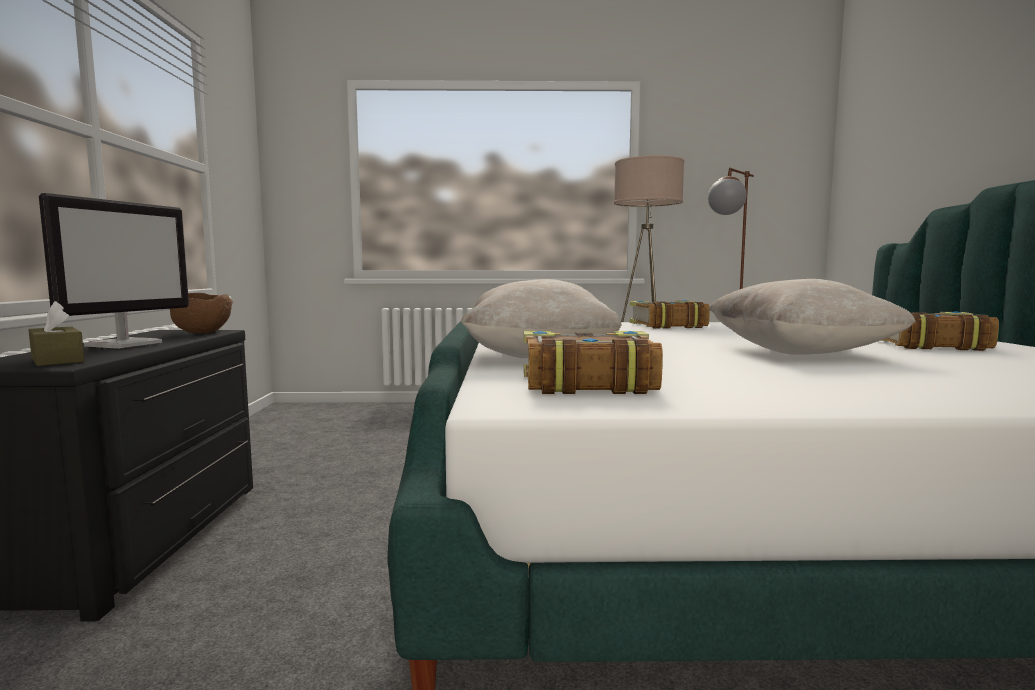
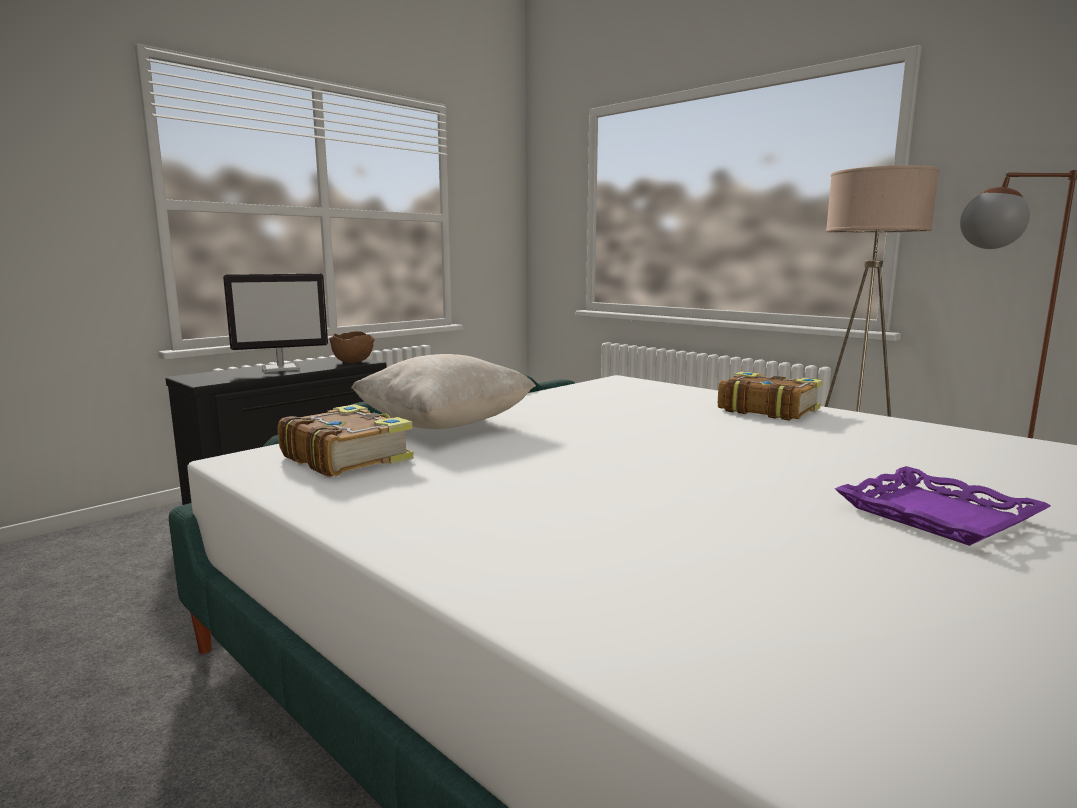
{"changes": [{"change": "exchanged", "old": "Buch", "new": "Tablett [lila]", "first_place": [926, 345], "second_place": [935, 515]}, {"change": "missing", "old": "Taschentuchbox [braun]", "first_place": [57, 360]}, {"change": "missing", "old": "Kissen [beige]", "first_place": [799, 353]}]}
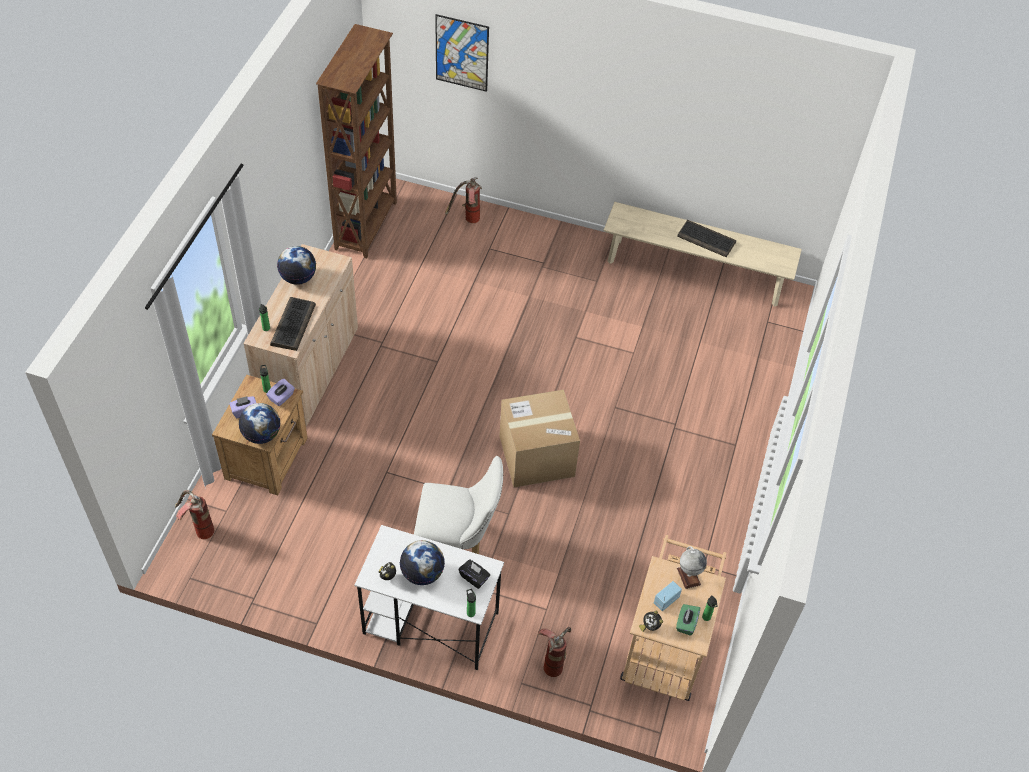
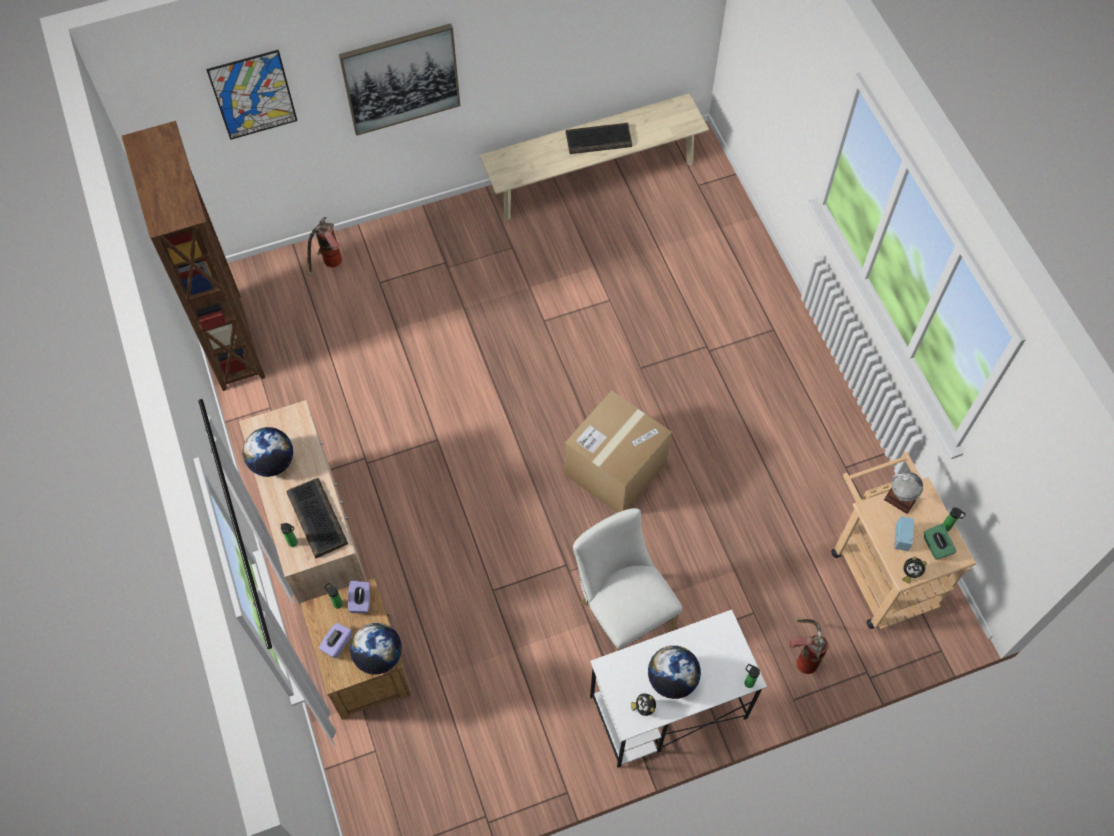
{"changes": [{"change": "appeared", "new": "Bild", "second_place": [401, 79]}, {"change": "spun", "old": "Stuhl [weiß]", "first_place": [458, 543], "second_place": [622, 610], "degrees": -90}, {"change": "missing", "old": "Feuerlöscher", "first_place": [198, 529]}, {"change": "missing", "old": "Taschentuchbox [schwarz]", "first_place": [474, 578]}]}
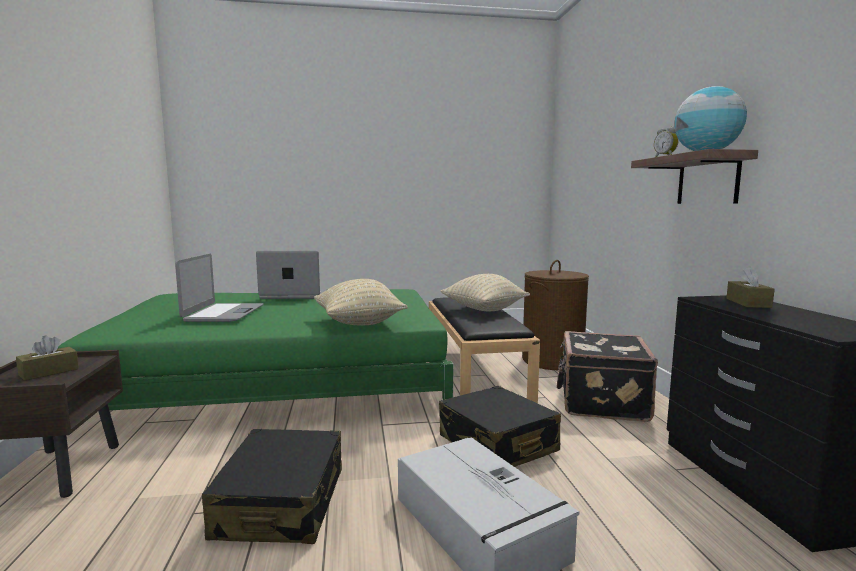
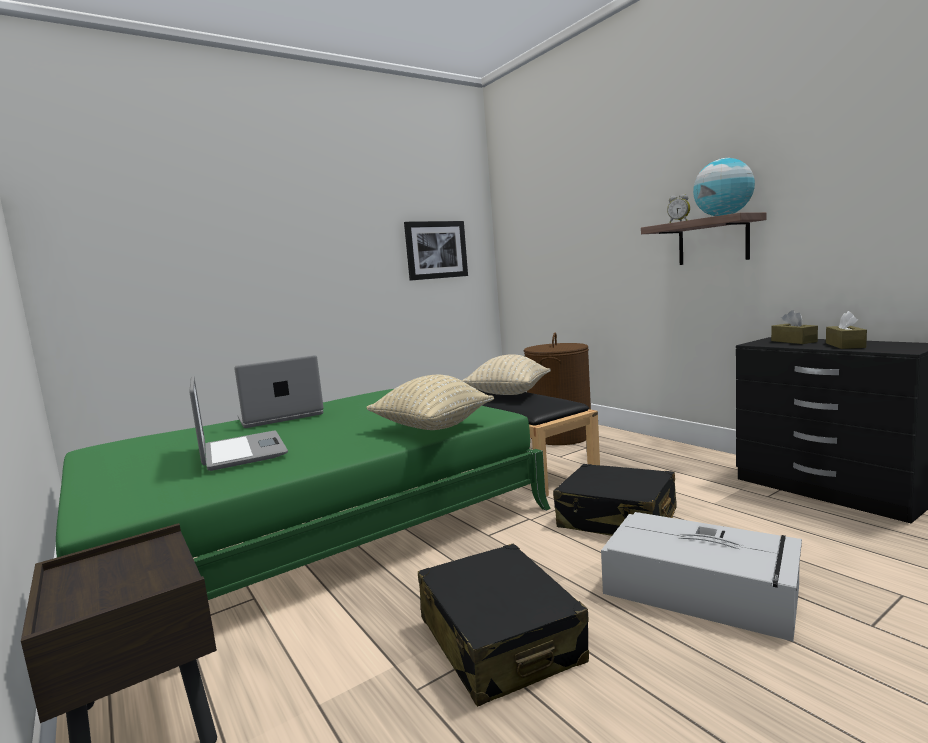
{"changes": [{"change": "appeared", "new": "Bild", "second_place": [436, 250]}, {"change": "relocated", "old": "Taschentuchbox [braun]", "first_place": [49, 372], "second_place": [845, 345]}, {"change": "missing", "old": "Koffer [schwarz]", "first_place": [600, 402]}]}
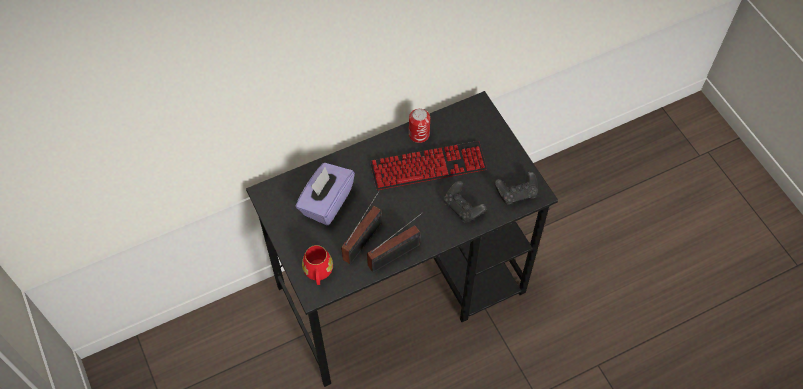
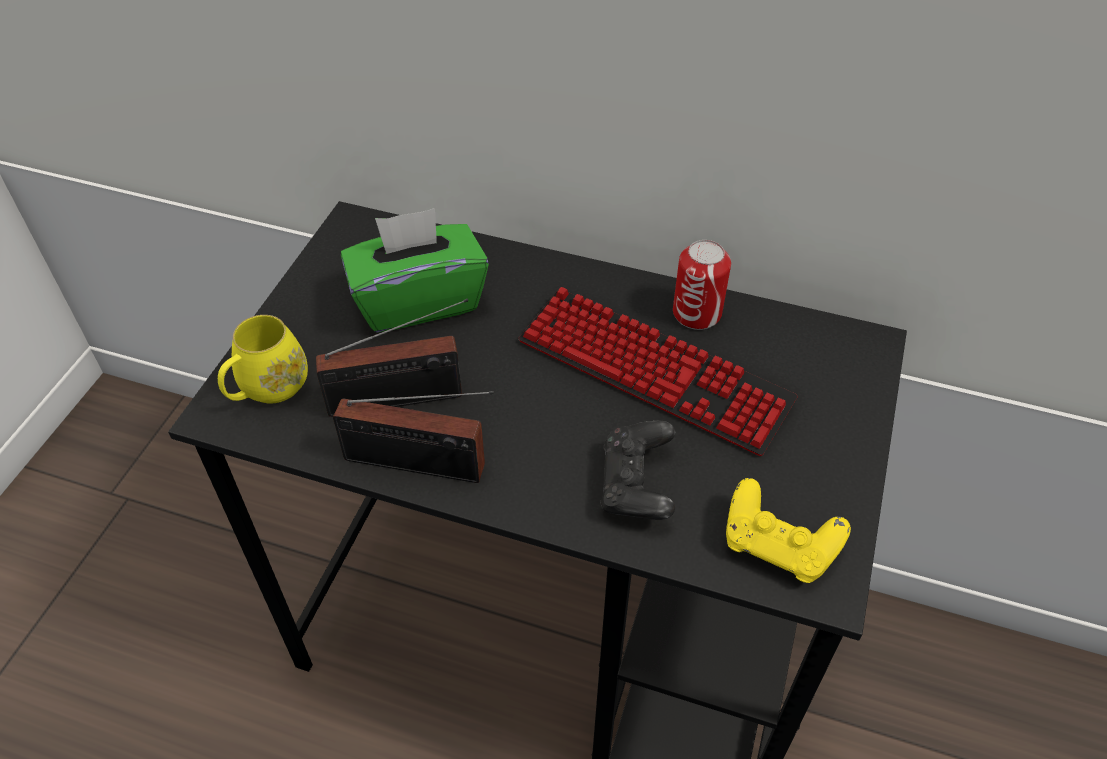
{"changes": [{"change": "colour", "old": "Henkelbecher [rot]", "new": "Henkelbecher [gelb]", "first_place": [318, 273], "second_place": [267, 389]}, {"change": "colour", "old": "Taschentuchbox [lila]", "new": "Taschentuchbox [grün]", "first_place": [326, 202], "second_place": [418, 300]}, {"change": "colour", "old": "Gamepad [schwarz]", "new": "Gamepad [gelb]", "first_place": [516, 193], "second_place": [778, 546]}]}
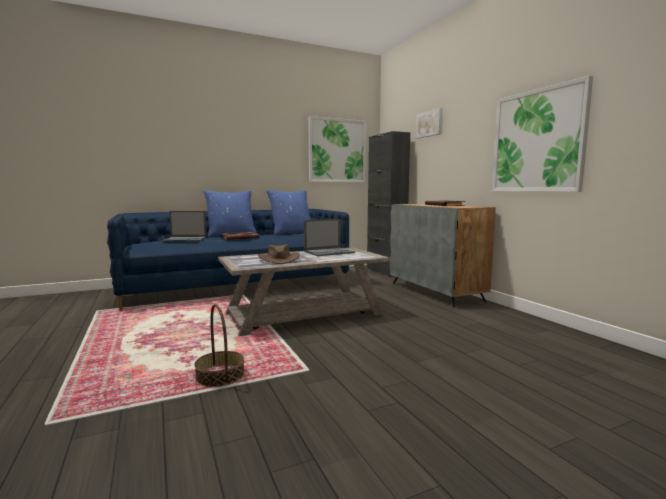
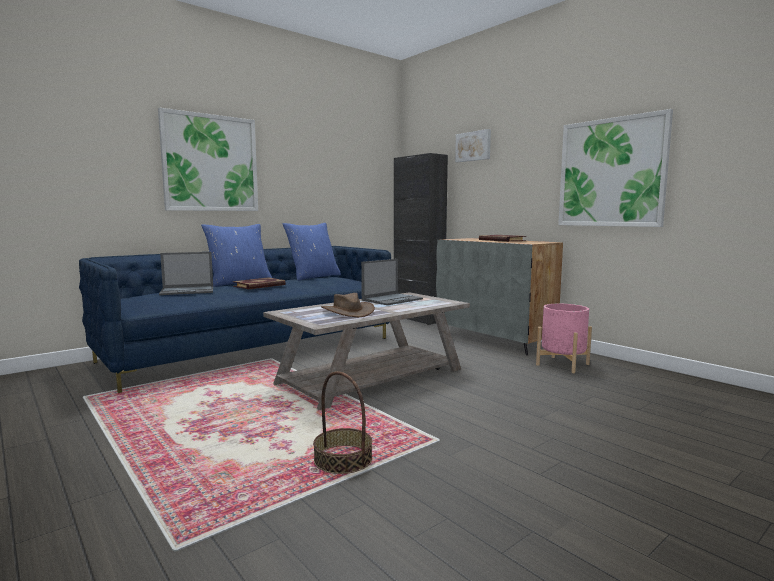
{"changes": [{"change": "relocated", "old": "Bild", "first_place": [337, 151], "second_place": [210, 163]}, {"change": "appeared", "new": "Pflanzkübel [rosa]", "second_place": [562, 364]}]}
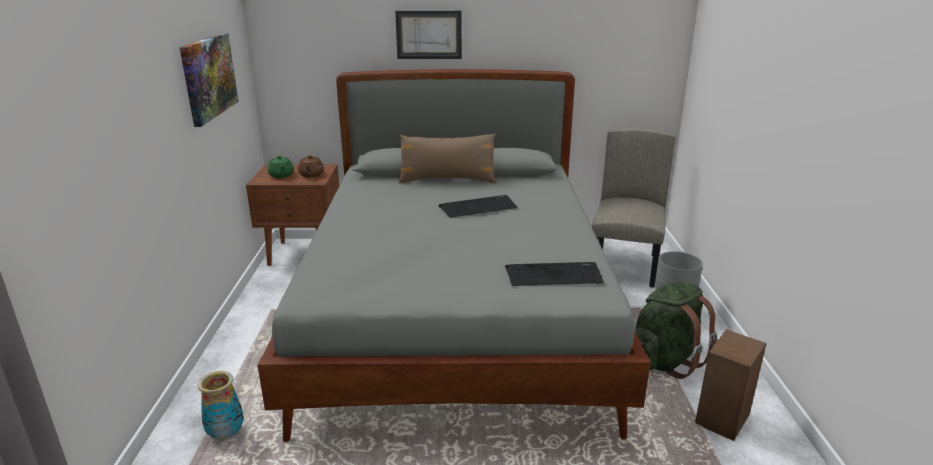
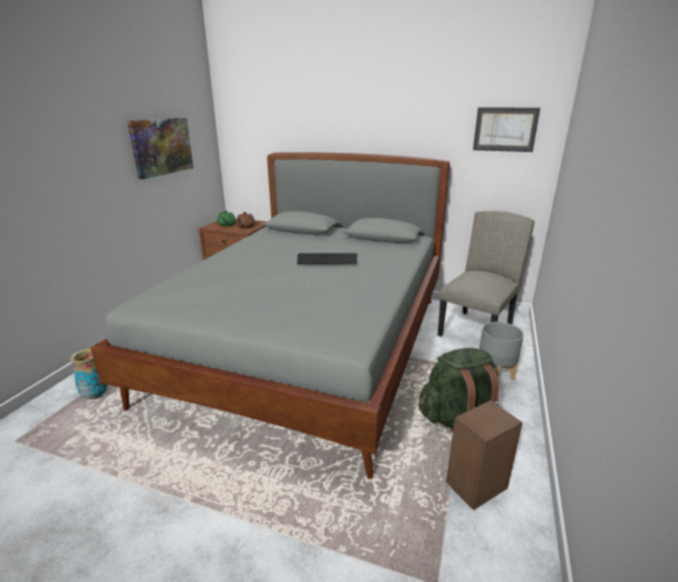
{"changes": [{"change": "relocated", "old": "Bild", "first_place": [429, 34], "second_place": [505, 129]}, {"change": "missing", "old": "Kissen [braun]", "first_place": [447, 180]}, {"change": "missing", "old": "Tastatur", "first_place": [554, 275]}]}
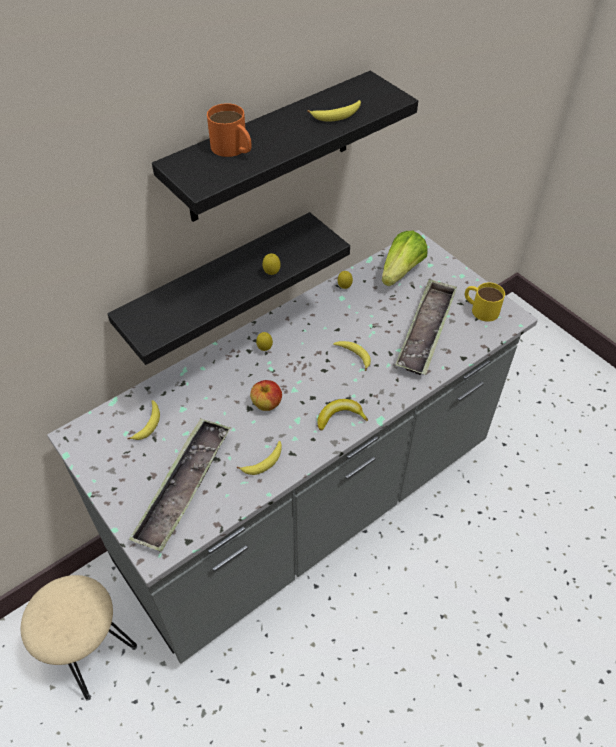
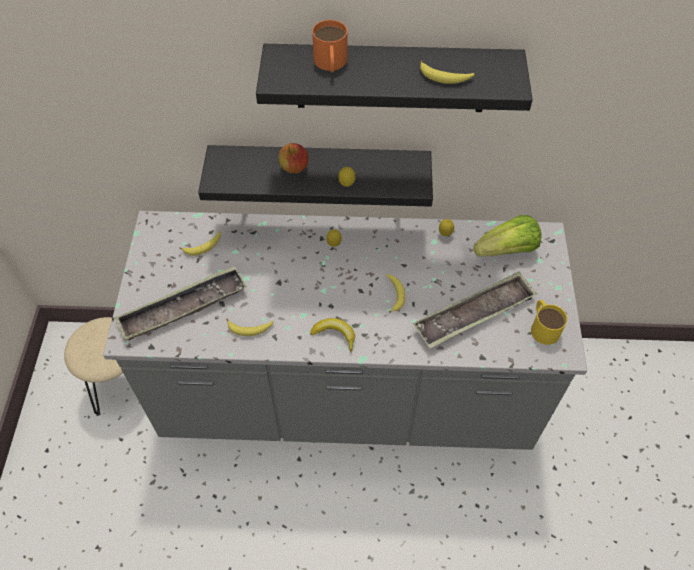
{"changes": [{"change": "relocated", "old": "Apfel", "first_place": [267, 404], "second_place": [294, 168]}]}
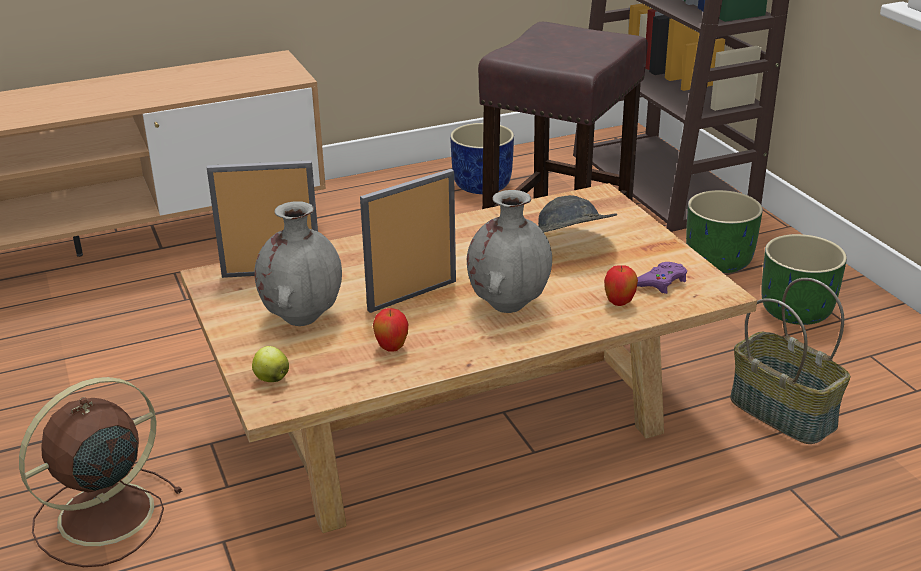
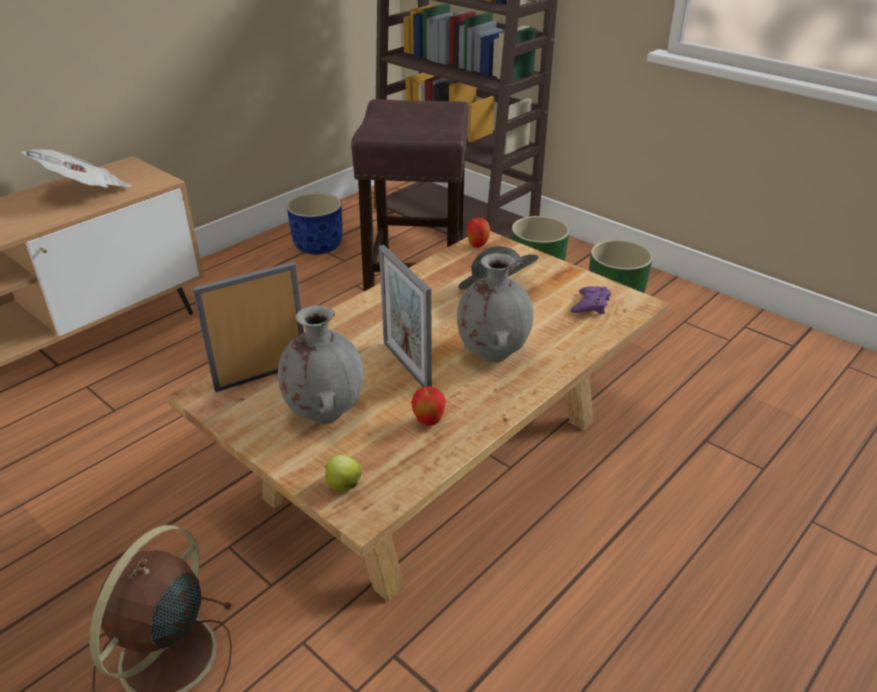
{"changes": [{"change": "appeared", "new": "Zeitung", "second_place": [86, 191]}, {"change": "spun", "old": "Bilderrahmen", "first_place": [412, 295], "second_place": [406, 366], "degrees": -60}, {"change": "relocated", "old": "Apfel", "first_place": [619, 303], "second_place": [477, 245]}, {"change": "missing", "old": "Korb", "first_place": [784, 412]}]}
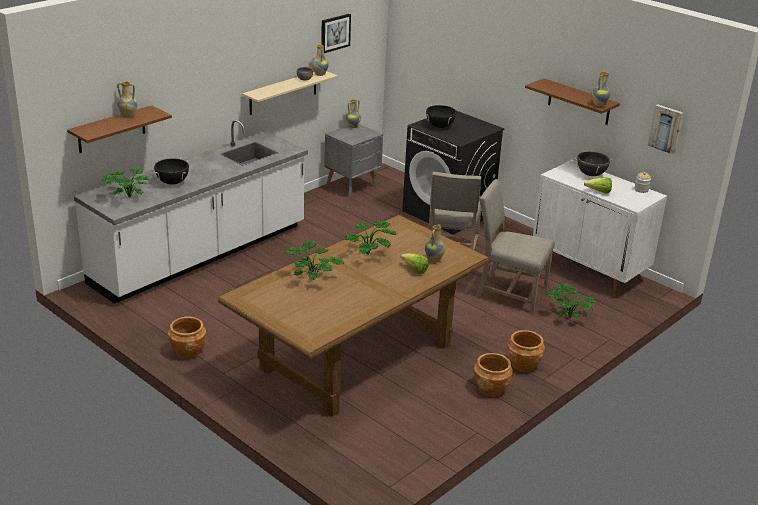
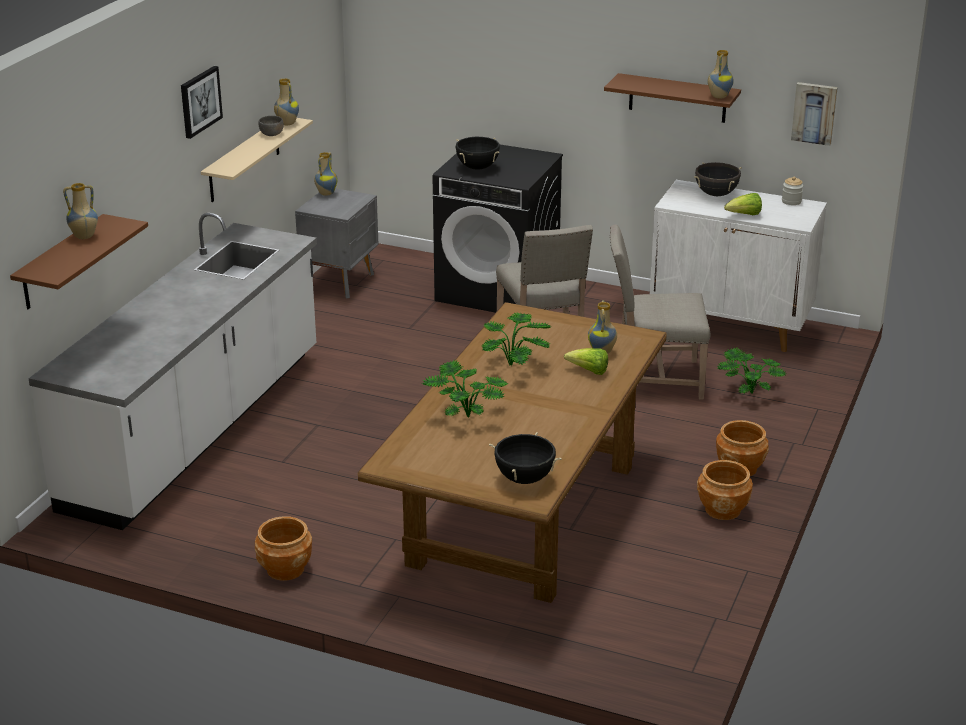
{"changes": [{"change": "relocated", "old": "Bild", "first_place": [335, 33], "second_place": [200, 101]}, {"change": "relocated", "old": "Kochtopf [schwarz]", "first_place": [172, 183], "second_place": [524, 479]}, {"change": "missing", "old": "Topfpflanze", "first_place": [126, 197]}]}
